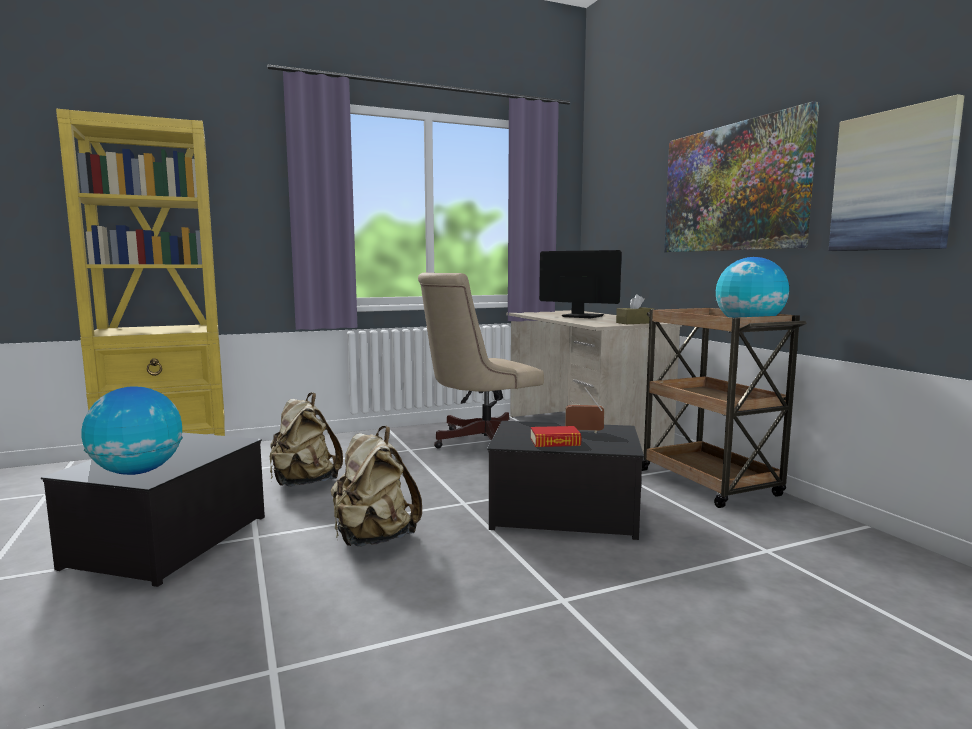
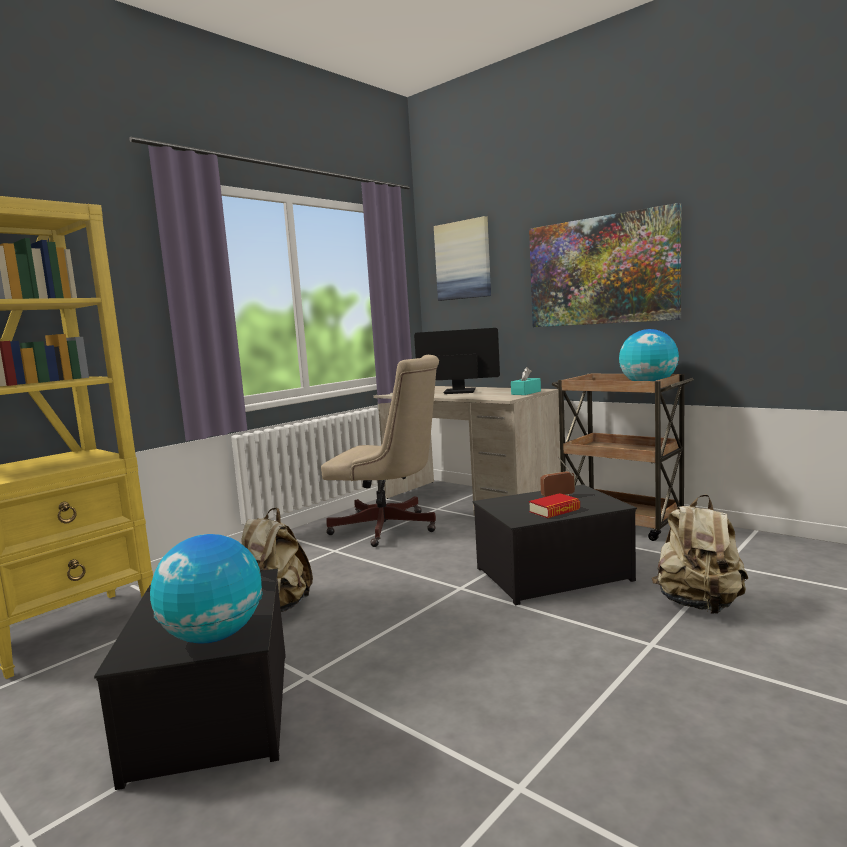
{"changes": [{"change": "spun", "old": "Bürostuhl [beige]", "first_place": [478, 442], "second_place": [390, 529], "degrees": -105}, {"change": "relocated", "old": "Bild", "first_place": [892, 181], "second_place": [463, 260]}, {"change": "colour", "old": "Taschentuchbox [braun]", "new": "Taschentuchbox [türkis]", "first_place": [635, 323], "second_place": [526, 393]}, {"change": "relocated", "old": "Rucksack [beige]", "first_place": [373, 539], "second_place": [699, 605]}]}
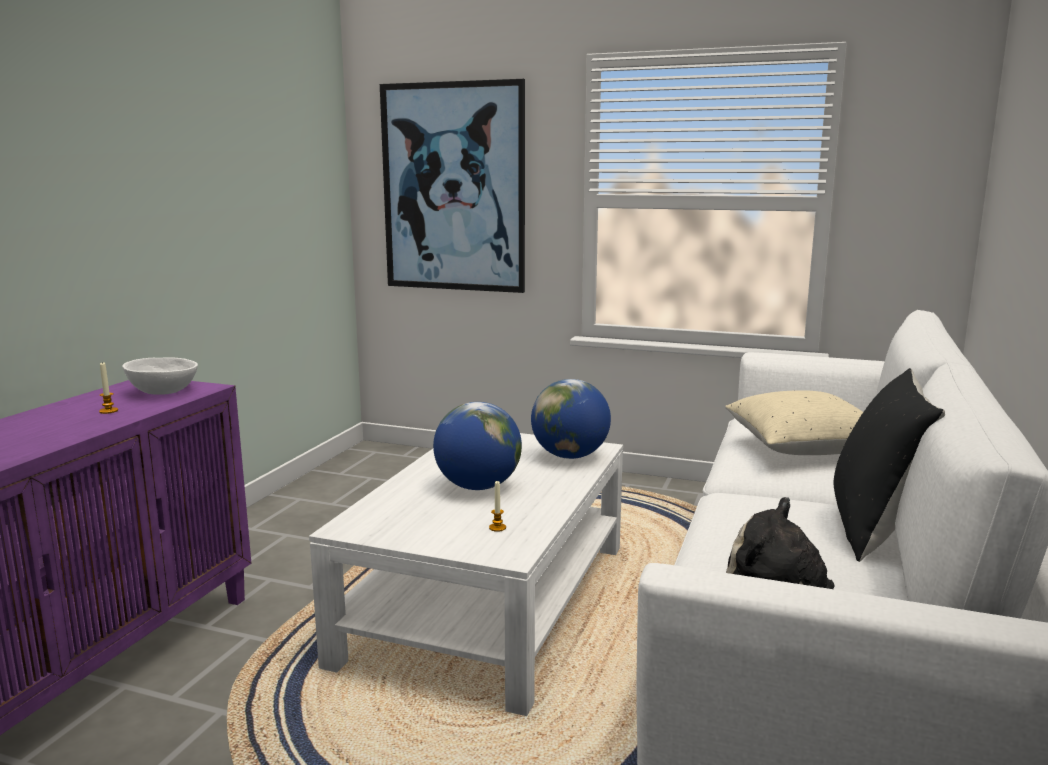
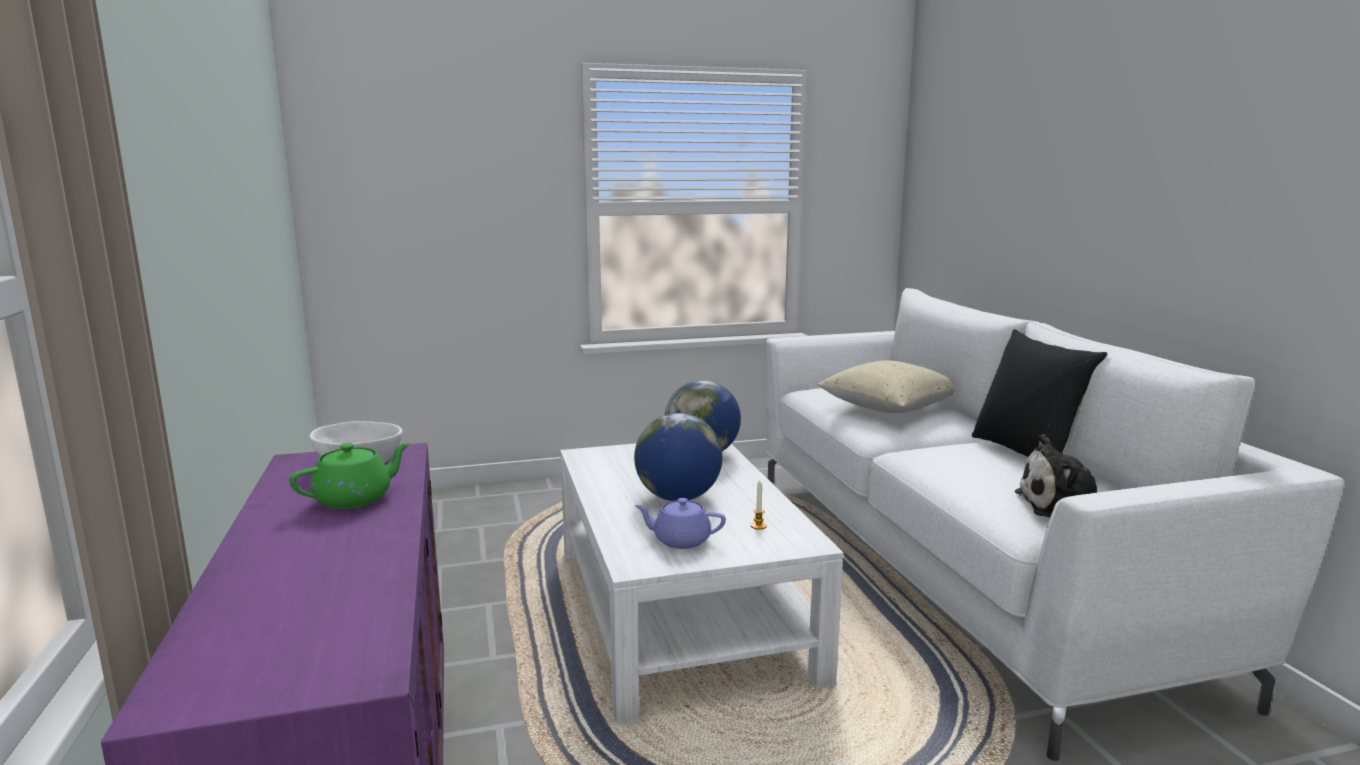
{"changes": [{"change": "exchanged", "old": "Kerze", "new": "Teekanne [grün]", "first_place": [108, 411], "second_place": [355, 498]}, {"change": "appeared", "new": "Teekanne [lila]", "second_place": [680, 540]}, {"change": "missing", "old": "Bild", "first_place": [453, 188]}]}
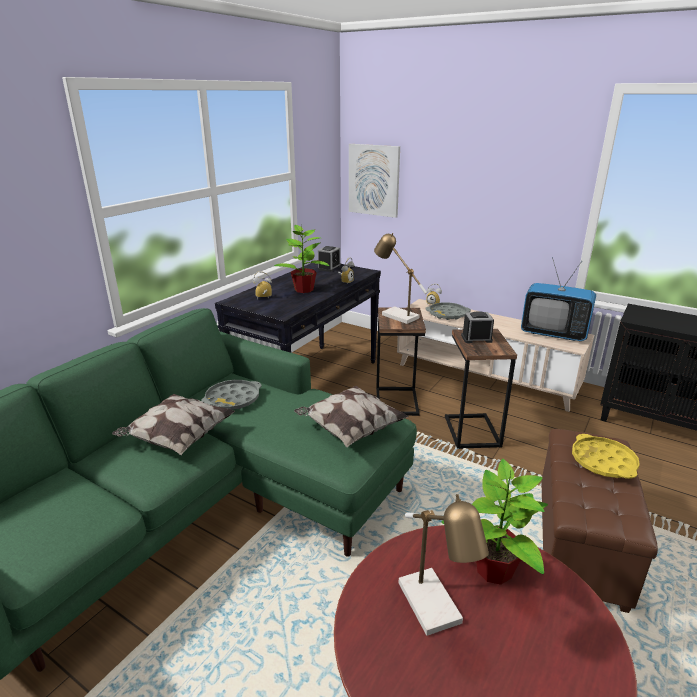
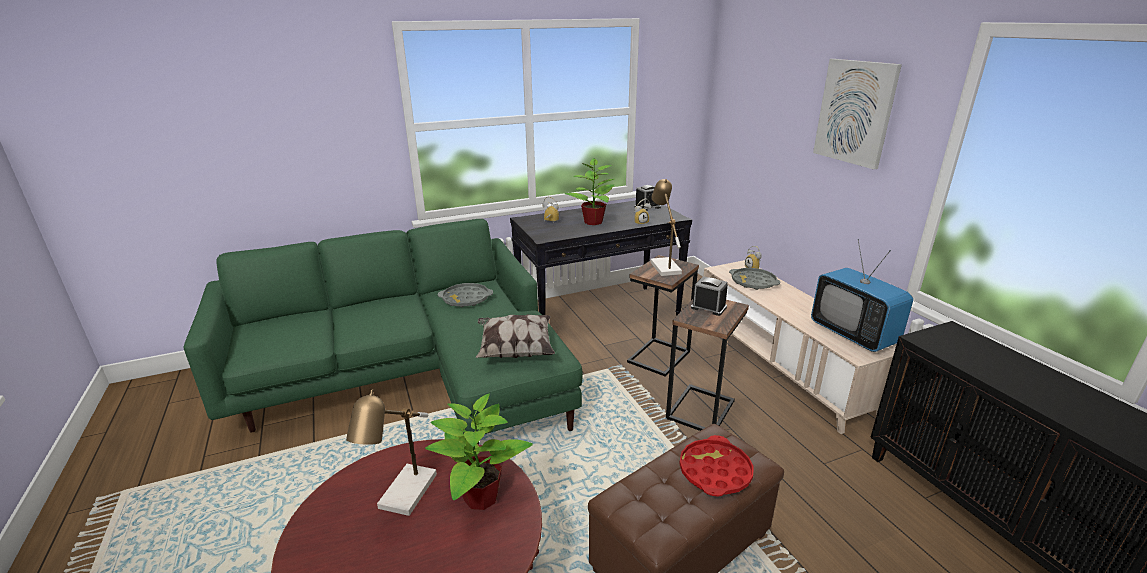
{"changes": [{"change": "colour", "old": "Tablett [gelb]", "new": "Tablett [rot]", "first_place": [603, 462], "second_place": [715, 471]}, {"change": "relocated", "old": "Bild", "first_place": [374, 180], "second_place": [855, 112]}, {"change": "missing", "old": "Kissen", "first_place": [177, 438]}]}
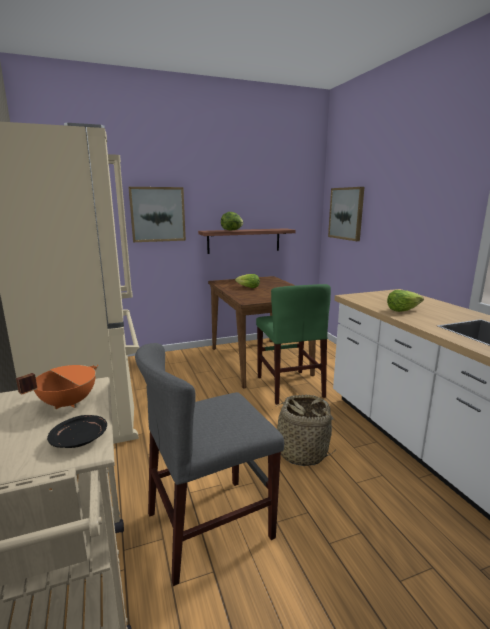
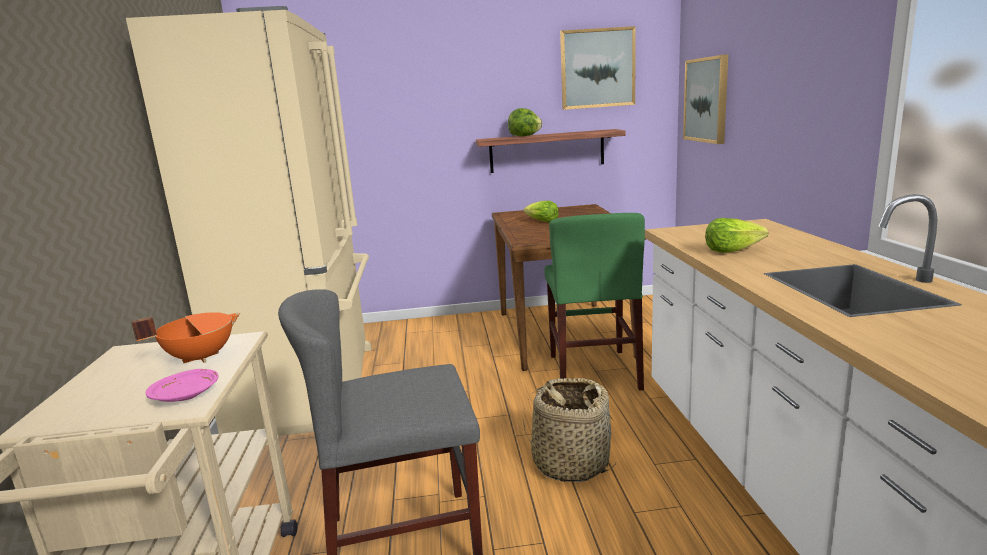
{"changes": [{"change": "colour", "old": "Teller [schwarz]", "new": "Teller [rosa]", "first_place": [80, 439], "second_place": [187, 395]}, {"change": "relocated", "old": "Bild", "first_place": [157, 214], "second_place": [597, 68]}]}
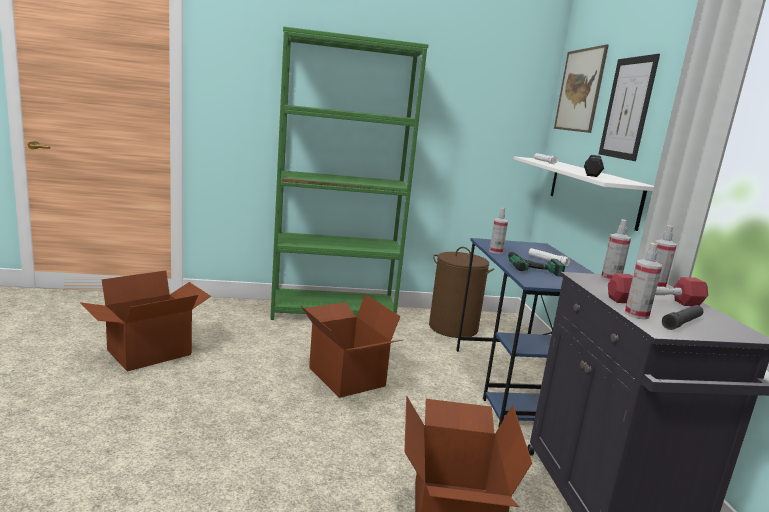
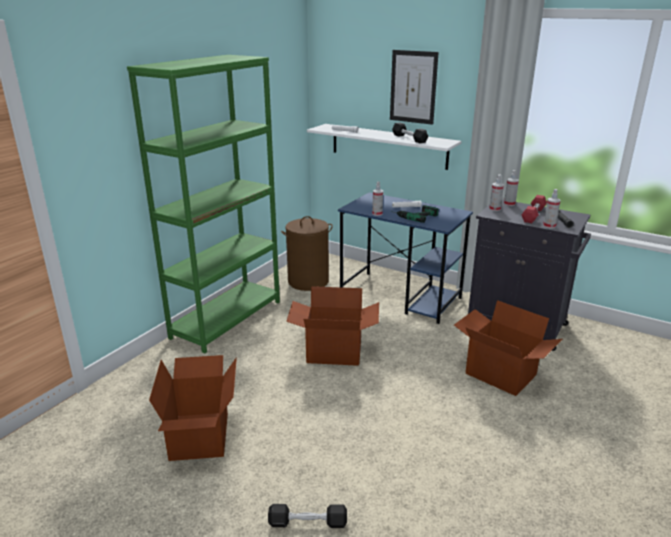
{"changes": [{"change": "appeared", "new": "Hantel [schwarz]", "second_place": [308, 523]}, {"change": "missing", "old": "Bild", "first_place": [580, 90]}]}
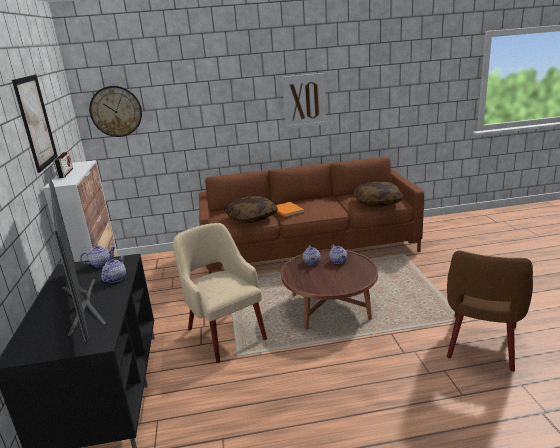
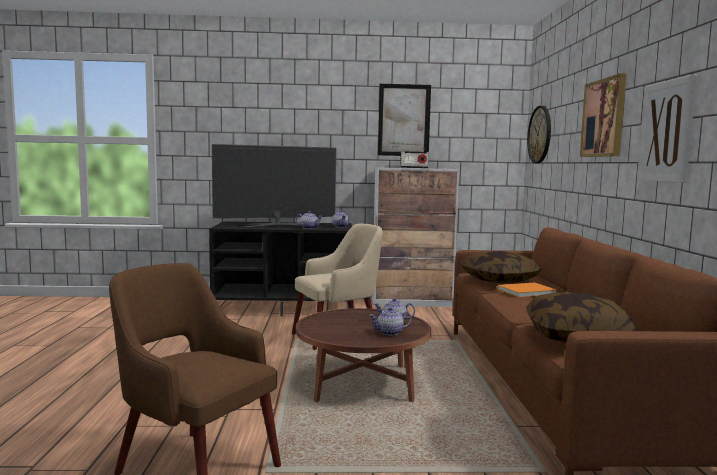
{"changes": [{"change": "appeared", "new": "Bild", "second_place": [604, 118]}]}
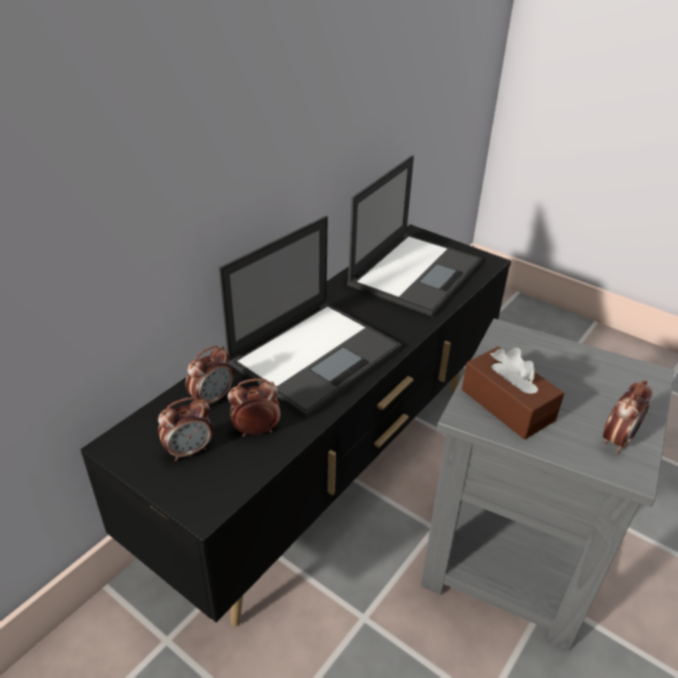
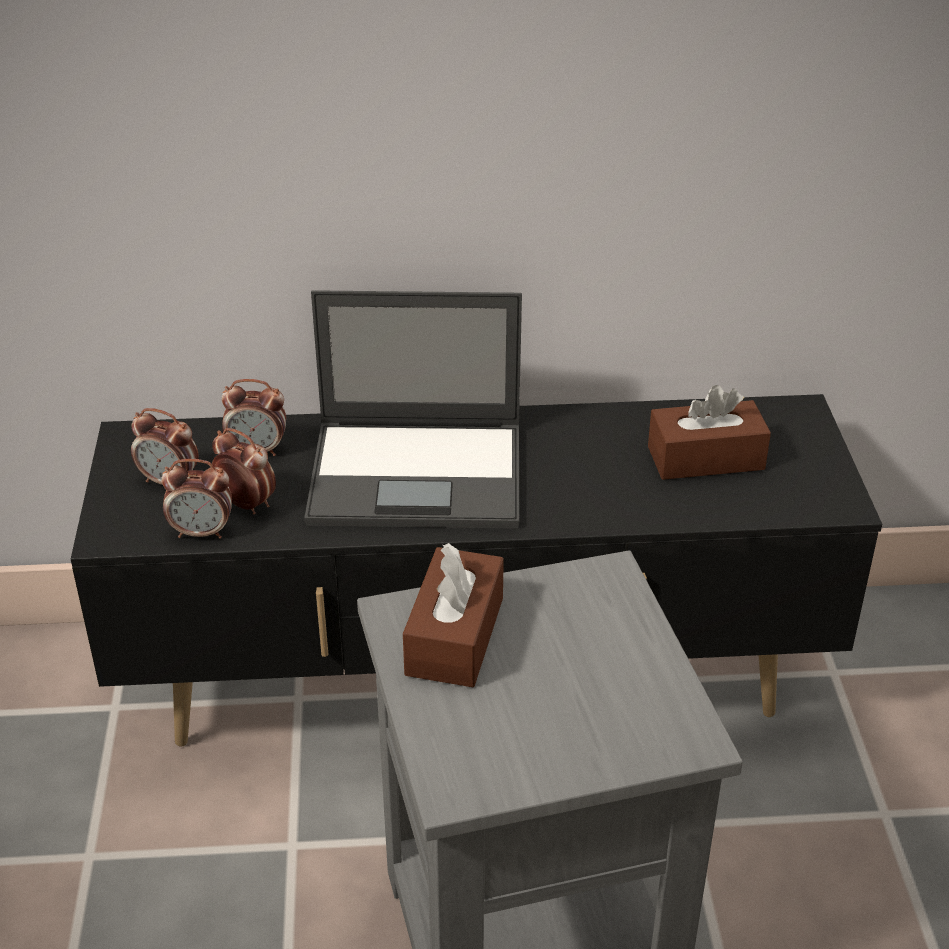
{"changes": [{"change": "relocated", "old": "Wecker", "first_place": [617, 440], "second_place": [202, 532]}, {"change": "exchanged", "old": "Laptop", "new": "Taschentuchbox [braun]", "first_place": [416, 272], "second_place": [705, 458]}]}
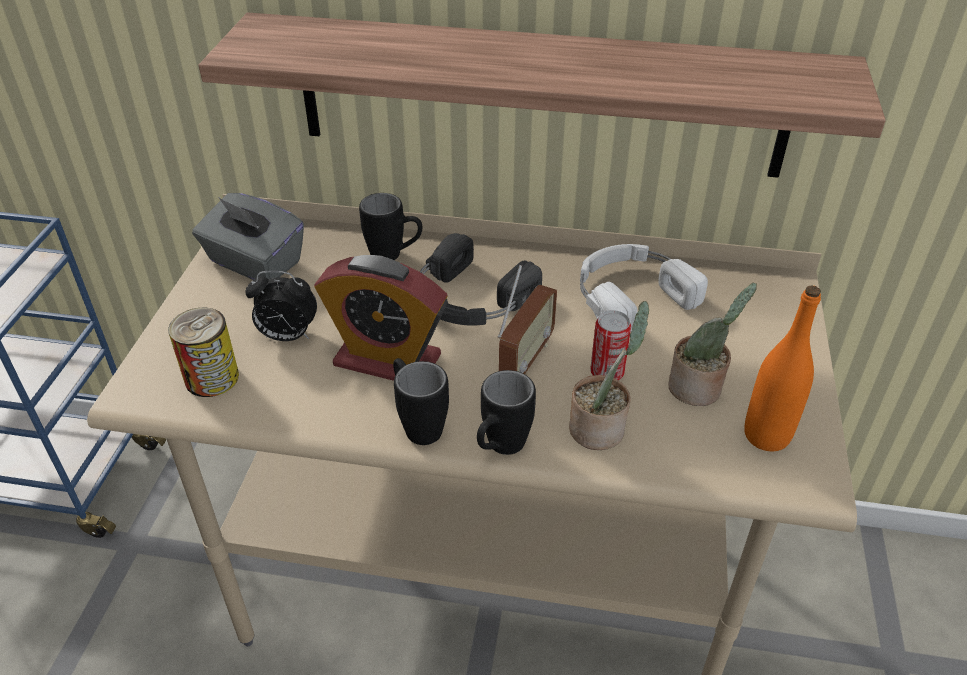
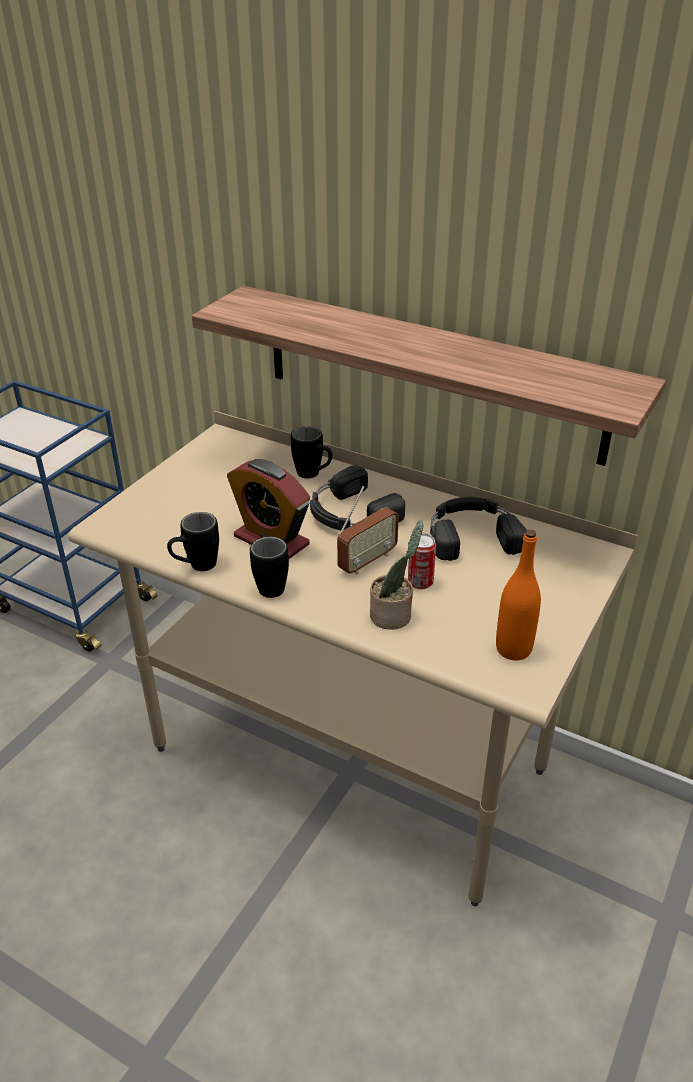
{"changes": [{"change": "relocated", "old": "Henkelbecher [schwarz]", "first_place": [500, 449], "second_place": [196, 567]}, {"change": "colour", "old": "Kopfhörer [weiß]", "new": "Kopfhörer [schwarz]", "first_place": [630, 293], "second_place": [471, 534]}, {"change": "missing", "old": "Dose", "first_place": [212, 378]}, {"change": "missing", "old": "Taschentuchbox [grau]", "first_place": [254, 263]}, {"change": "missing", "old": "Wecker", "first_place": [287, 336]}, {"change": "missing", "old": "Topfpflanze", "first_place": [698, 389]}]}
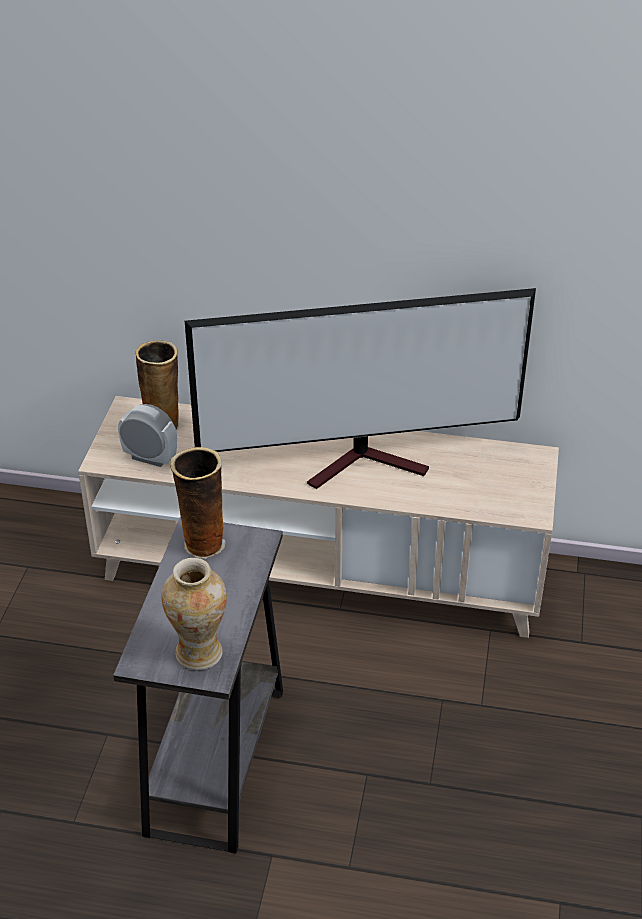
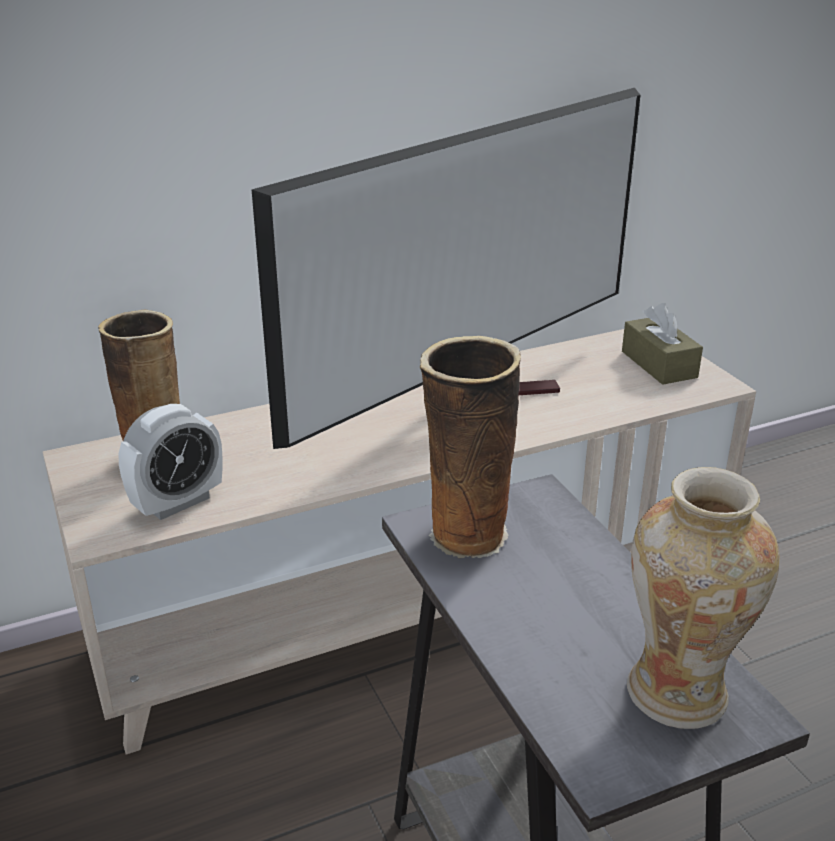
{"changes": [{"change": "spun", "old": "Wecker", "first_place": [150, 458], "second_place": [177, 503], "degrees": 150}, {"change": "appeared", "new": "Taschentuchbox [braun]", "second_place": [659, 364]}]}
